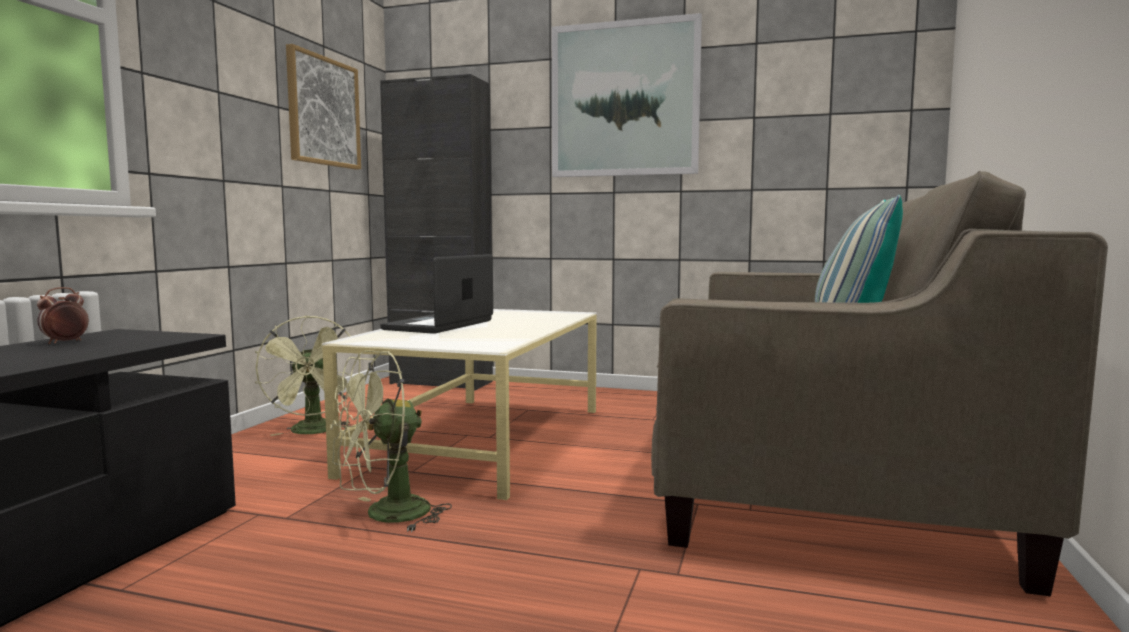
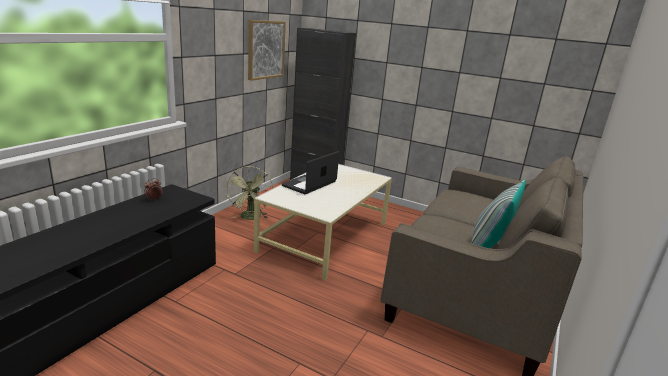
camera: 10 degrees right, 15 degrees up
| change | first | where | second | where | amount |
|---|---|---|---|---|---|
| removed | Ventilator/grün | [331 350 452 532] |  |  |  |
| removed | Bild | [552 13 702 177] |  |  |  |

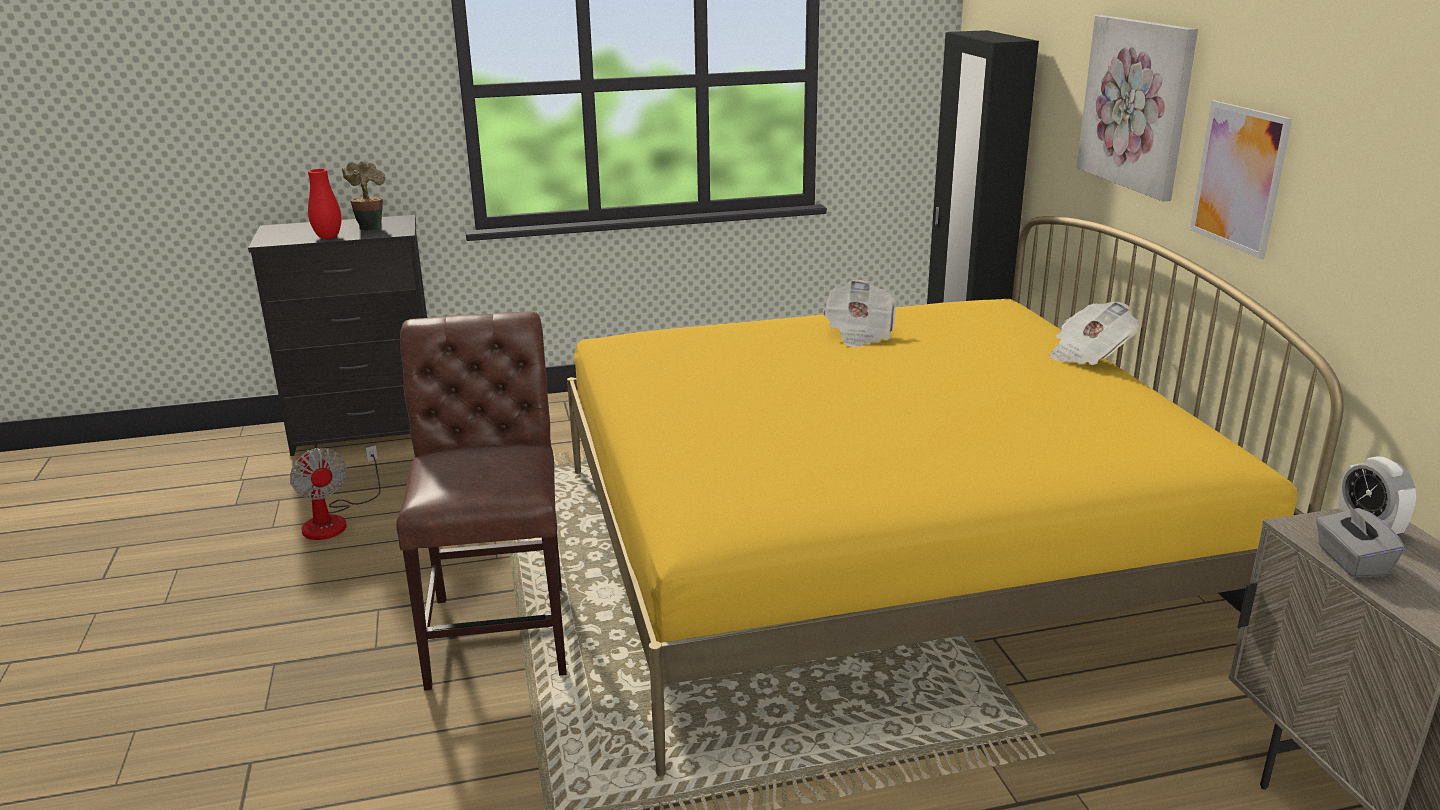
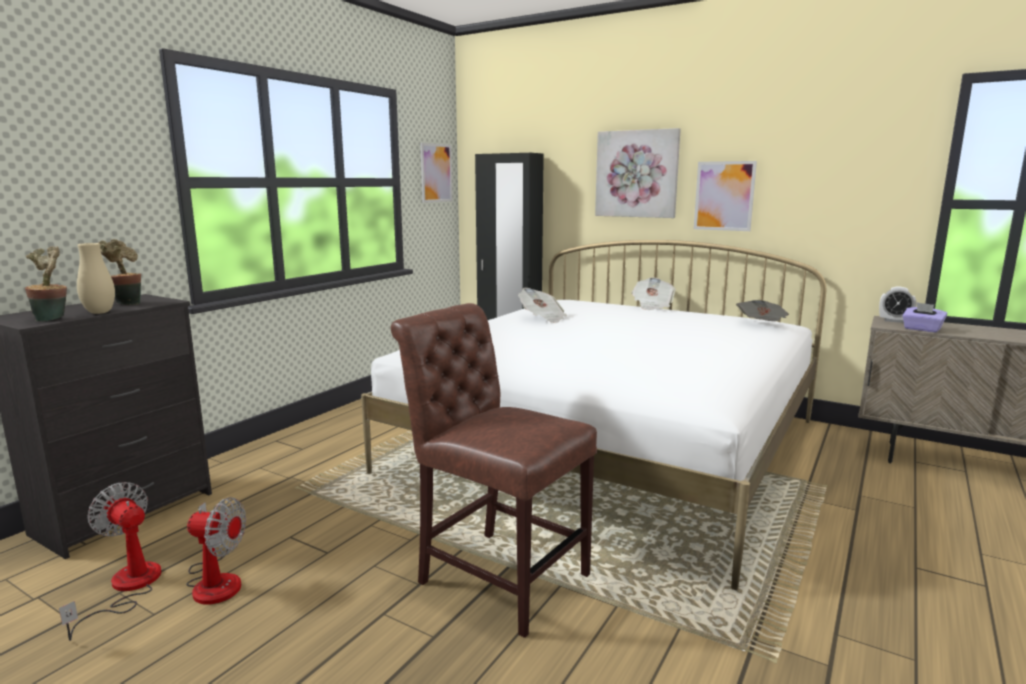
camera: 45 degrees left, 10 degrees down
| change | first | where | second | where | amount |
|---|---|---|---|---|---|
| added |  |  | Topfpflanze | [25 246 67 322] |  |
| added |  |  | Ventilator | [59 482 162 641] |  |
| recoloured | Vase/rot | [308 169 341 239] | Vase/beige | [77 243 115 314] |  |
| recoloured | Bett/gelb | [567 216 1344 776] | Bett/weiß | [361 240 826 590] |  |
| added |  |  | Bild | [420 143 452 203] |  |
| added |  |  | Zeitung | [736 300 789 321] |  |
| recoloured | Taschentuchbox/grau | [1316 504 1405 578] | Taschentuchbox/lila | [902 302 947 333] |  |

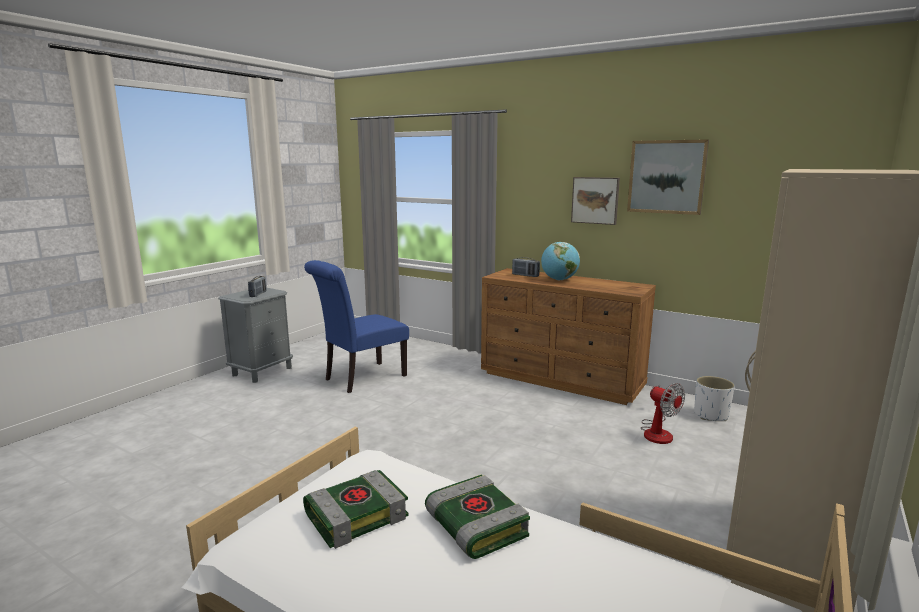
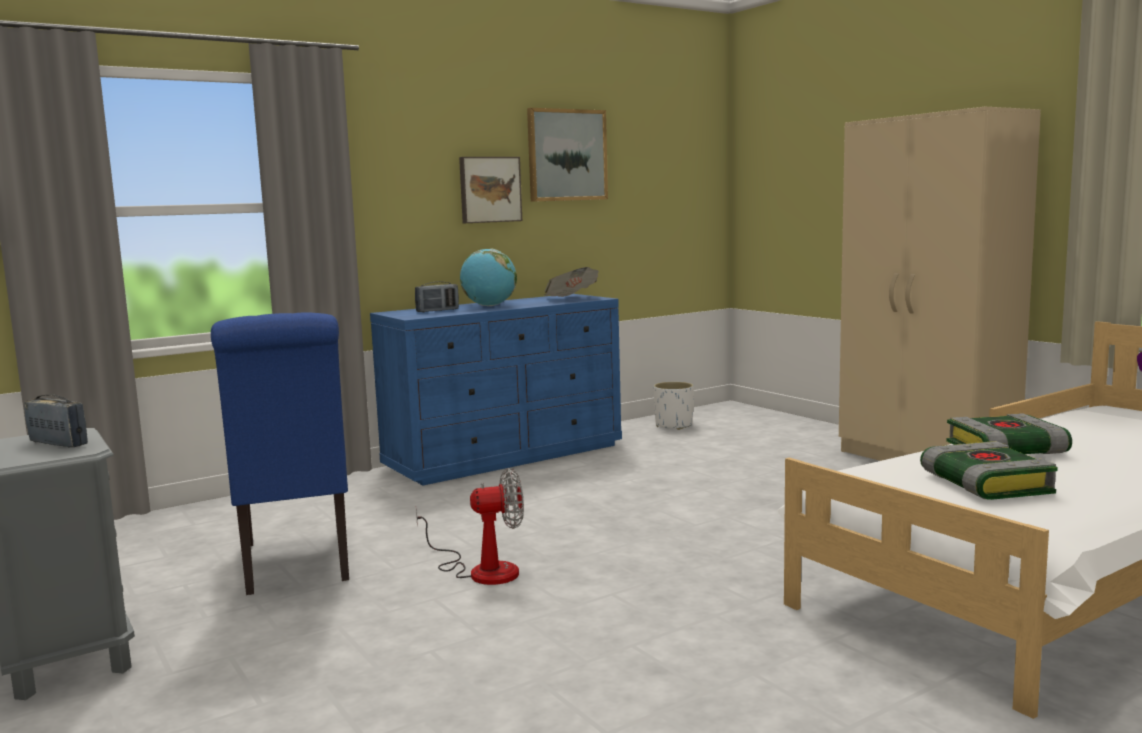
camera: 65 degrees left, 5 degrees down
| change | first | where | second | where | amount |
|---|---|---|---|---|---|
| recoloured | Kommode/braun | [481 268 656 405] | Kommode/blau | [370 294 622 485] |  |
| moved | Ventilator | [641 383 685 444] |  | [416 468 524 585] |  |
| added |  |  | Zeitung | [544 267 599 297] |  |

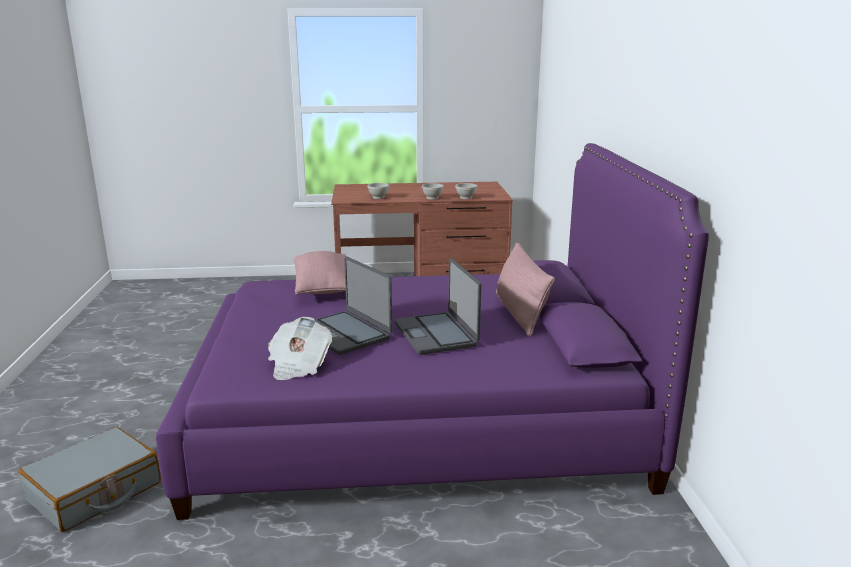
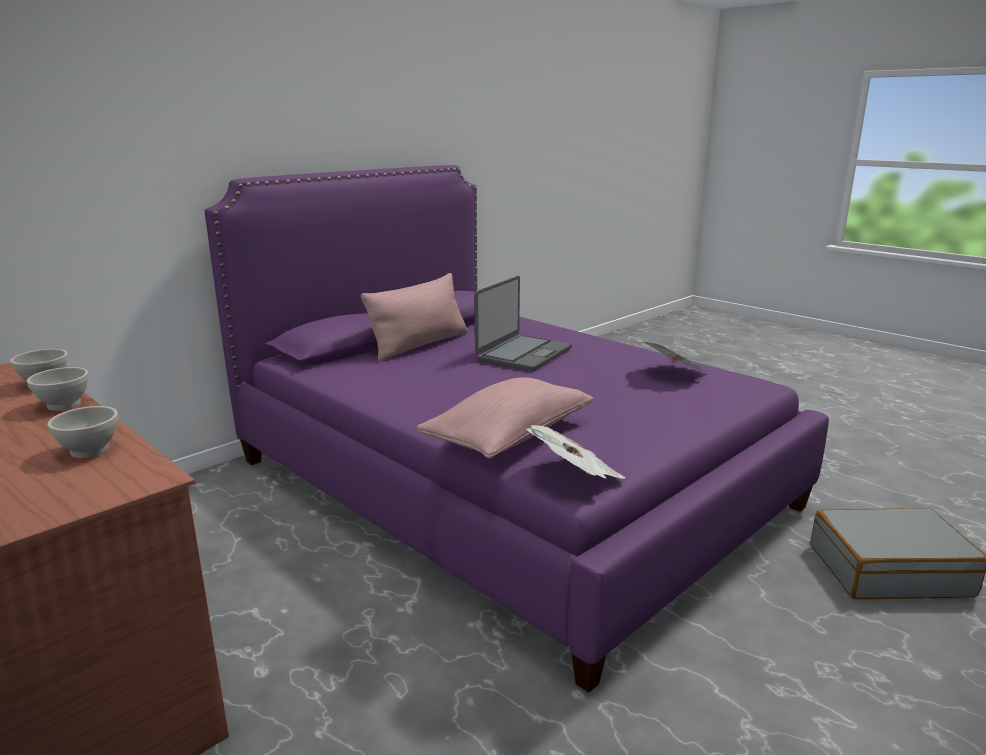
camera: 130 degrees left, 0 degrees up
| change | first | where | second | where | amount |
|---|---|---|---|---|---|
| added |  |  | Zeitung | [526 425 625 479] |  |
| removed | Laptop | [315 256 392 355] |  |  |  |

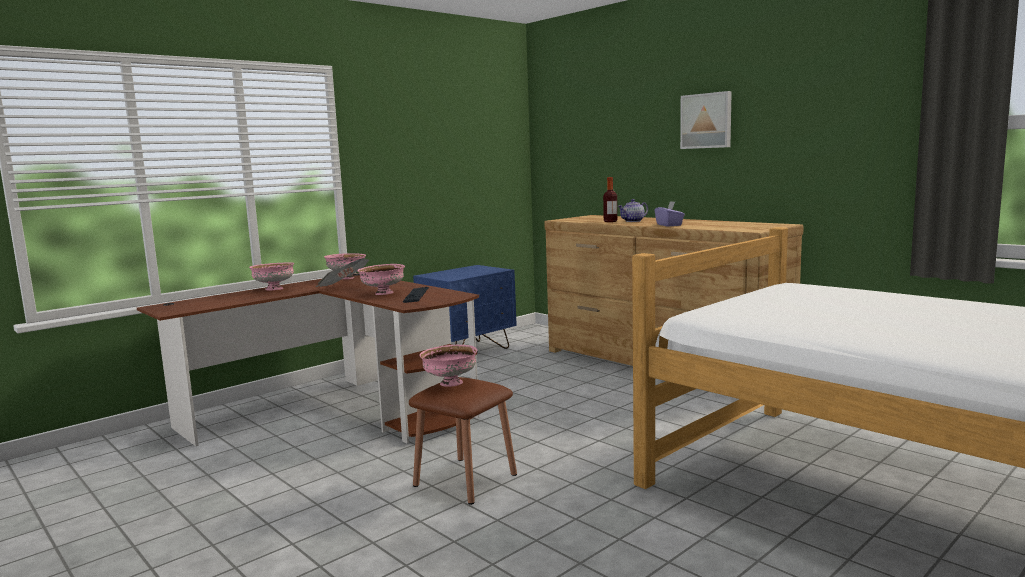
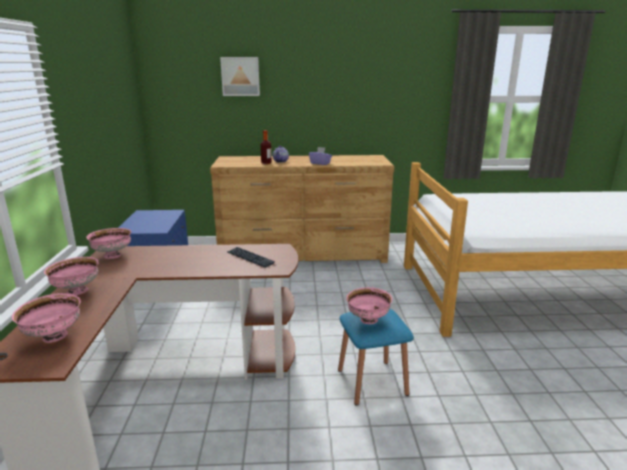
camera: 50 degrees left, 10 degrees up
| change | first | where | second | where | amount |
|---|---|---|---|---|---|
| moved | Schüssel/rosa | [357 264 405 295] |  | [12 293 81 343] |  |
| moved | Bild | [680 91 732 149] |  | [220 57 260 96] |  |
| recoloured | Hocker/braun | [409 377 517 505] | Hocker/blau | [338 309 414 406] |  |
| removed | Zeitung | [315 258 369 287] |  |  |  |

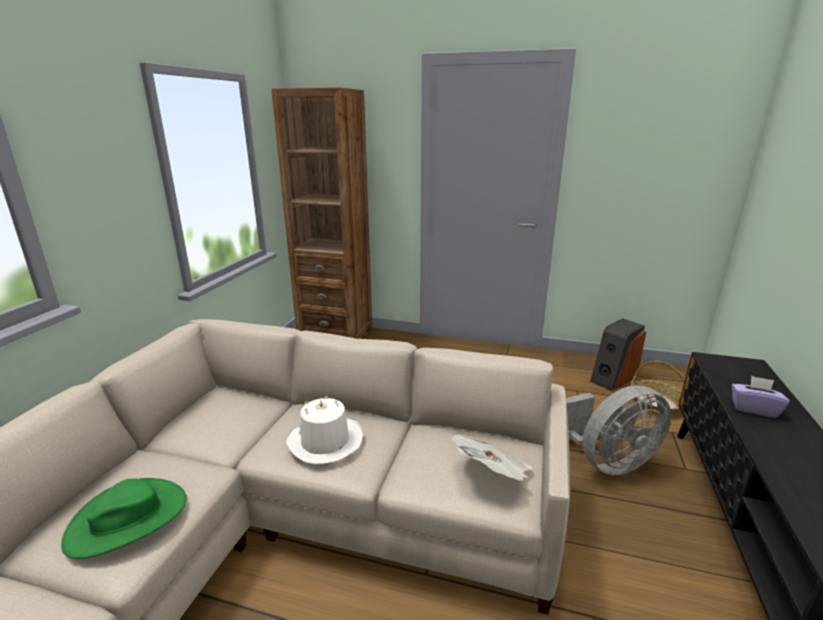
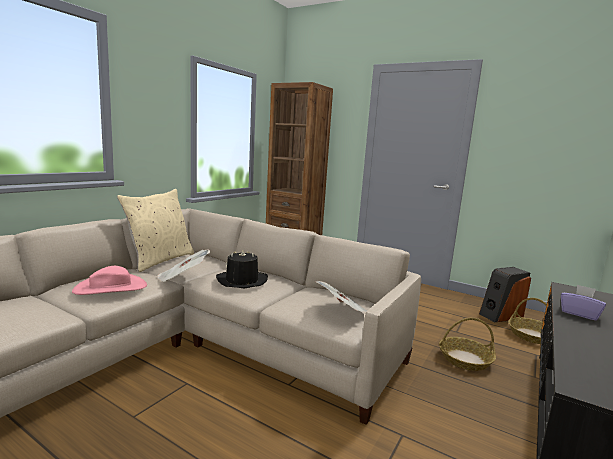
camera: 15 degrees right, 10 degrees down
| change | first | where | second | where | amount |
|---|---|---|---|---|---|
| recoloured | Hut/grün | [61 478 187 559] | Hut/rosa | [72 266 147 295] |  |
| added |  |  | Kissen/beige | [117 189 195 272] |  |
| added |  |  | Zeitung | [157 250 210 282] |  |
| recoloured | Hut/weiß | [286 396 363 464] | Hut/schwarz | [216 251 268 288] |  |
| replaced | Ventilator/grau | [566 385 671 475] | Korb | [439 318 496 371] |  |

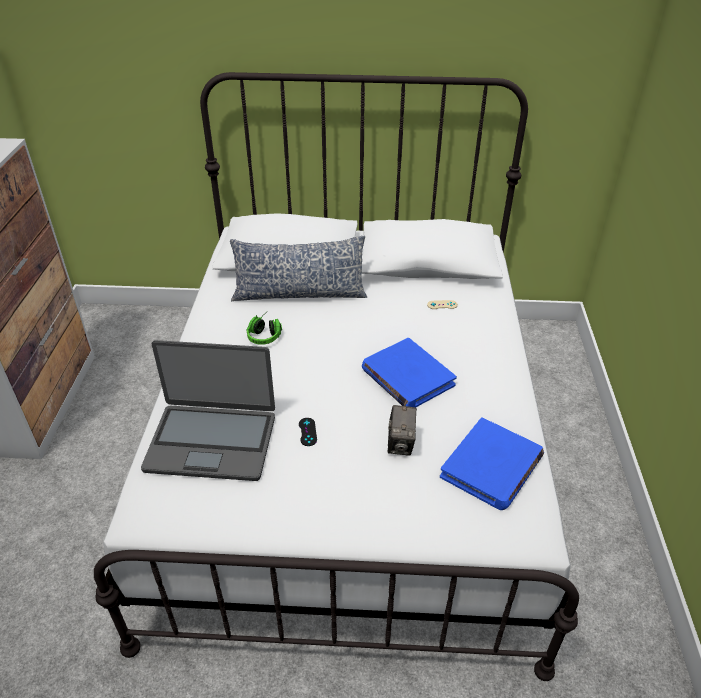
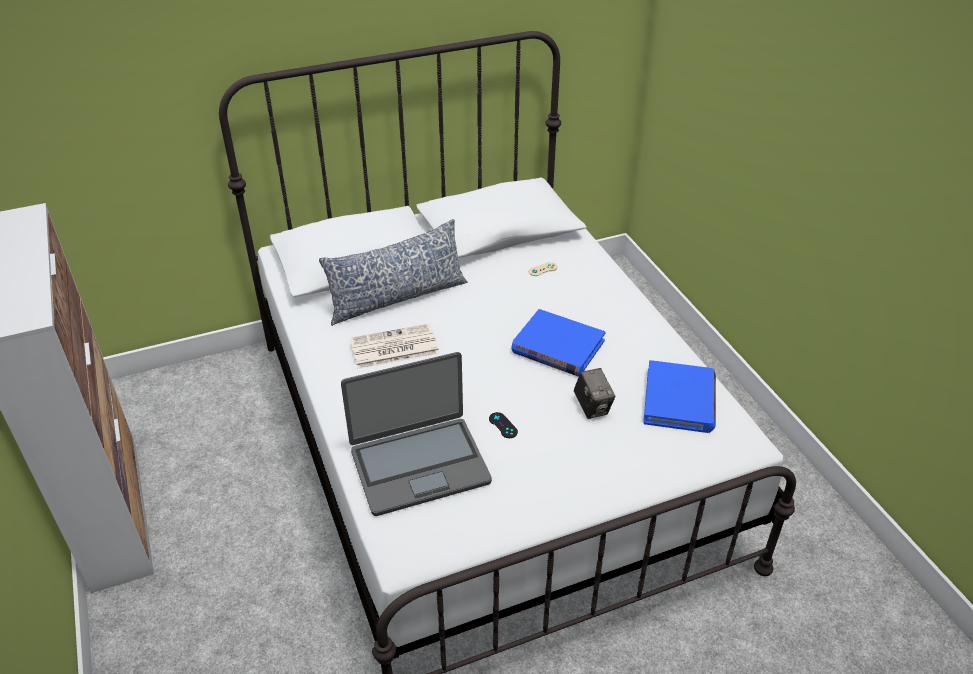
camera: 25 degrees left, 0 degrees up
| change | first | where | second | where | amount |
|---|---|---|---|---|---|
| replaced | Kopfhörer | [246 315 282 345] | Zeitung | [350 324 440 369] |  |

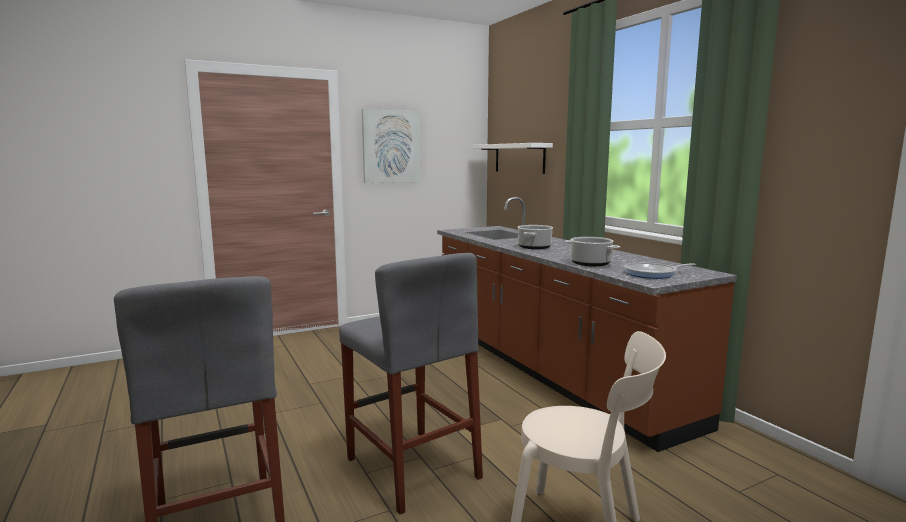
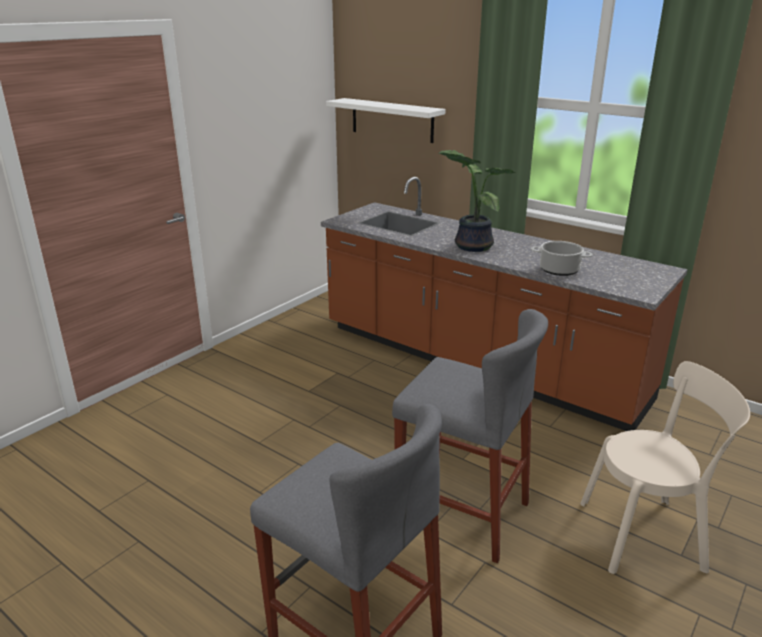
camera: 25 degrees left, 15 degrees up
| change | first | where | second | where | amount |
|---|---|---|---|---|---|
| replaced | Kochtopf | [517 225 553 249] | Topfpflanze | [439 150 515 252] |  |
| removed | Bild | [362 109 420 183] |  |  |  |
| removed | Pfanne | [625 263 696 279] |  |  |  |

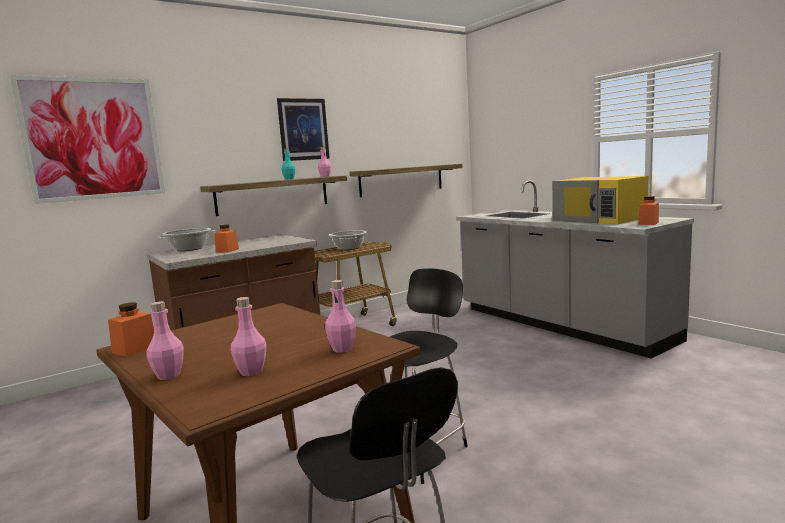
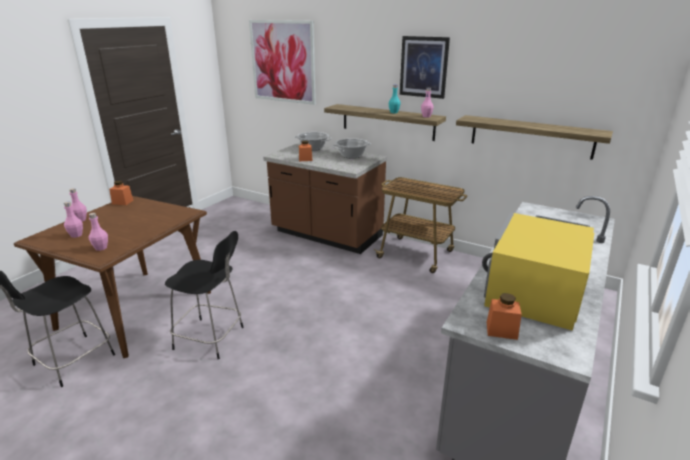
camera: 65 degrees right, 15 degrees up
| change | first | where | second | where | amount |
|---|---|---|---|---|---|
| moved | Kochtopf | [329 230 367 250] |  | [332 138 371 158] |  |

